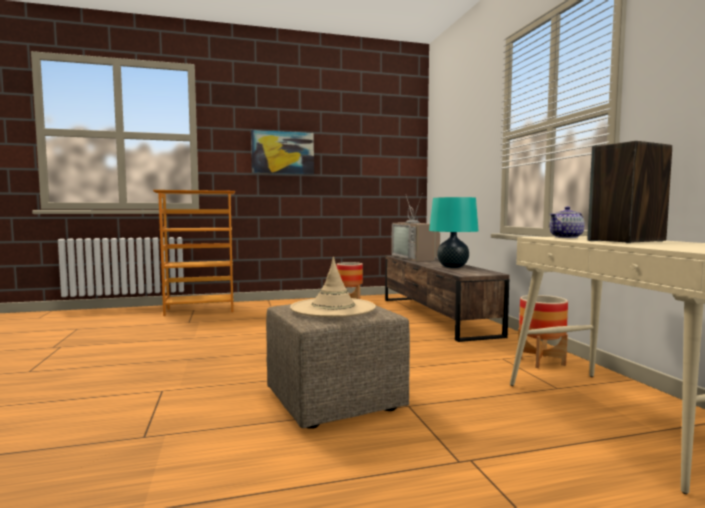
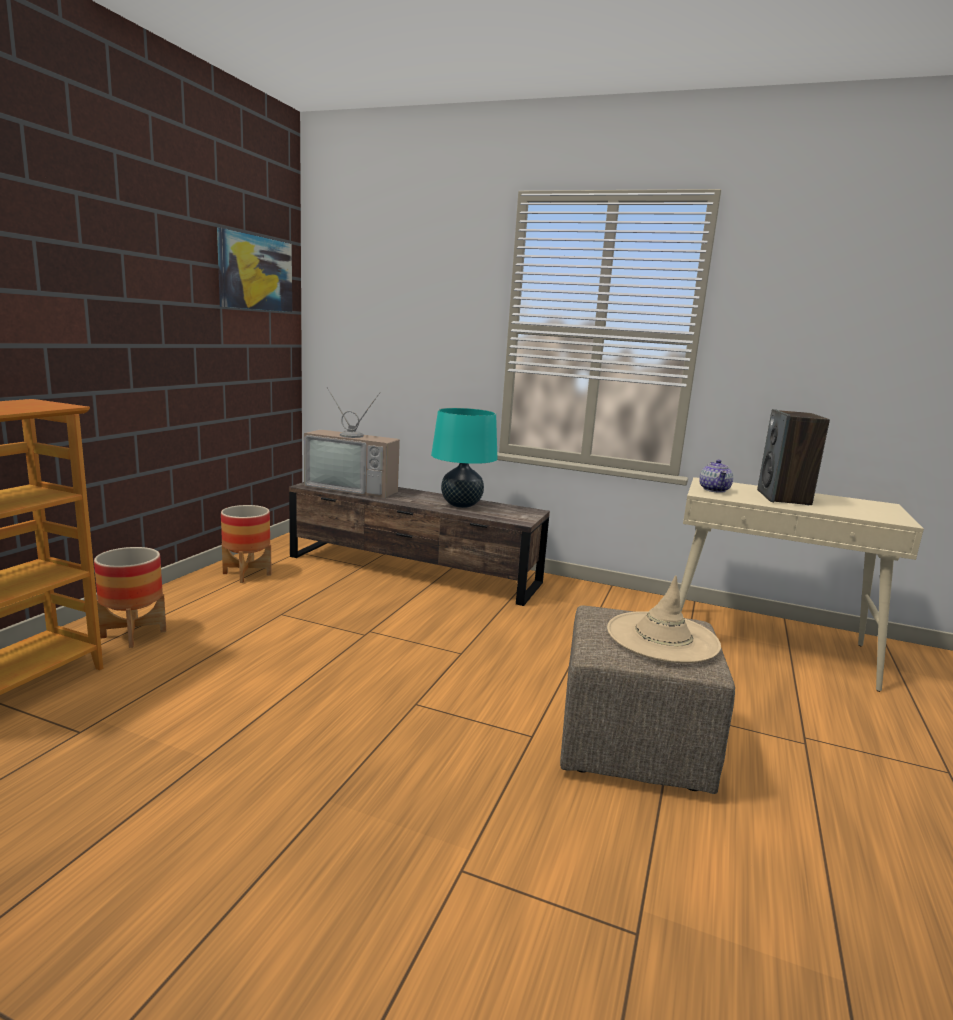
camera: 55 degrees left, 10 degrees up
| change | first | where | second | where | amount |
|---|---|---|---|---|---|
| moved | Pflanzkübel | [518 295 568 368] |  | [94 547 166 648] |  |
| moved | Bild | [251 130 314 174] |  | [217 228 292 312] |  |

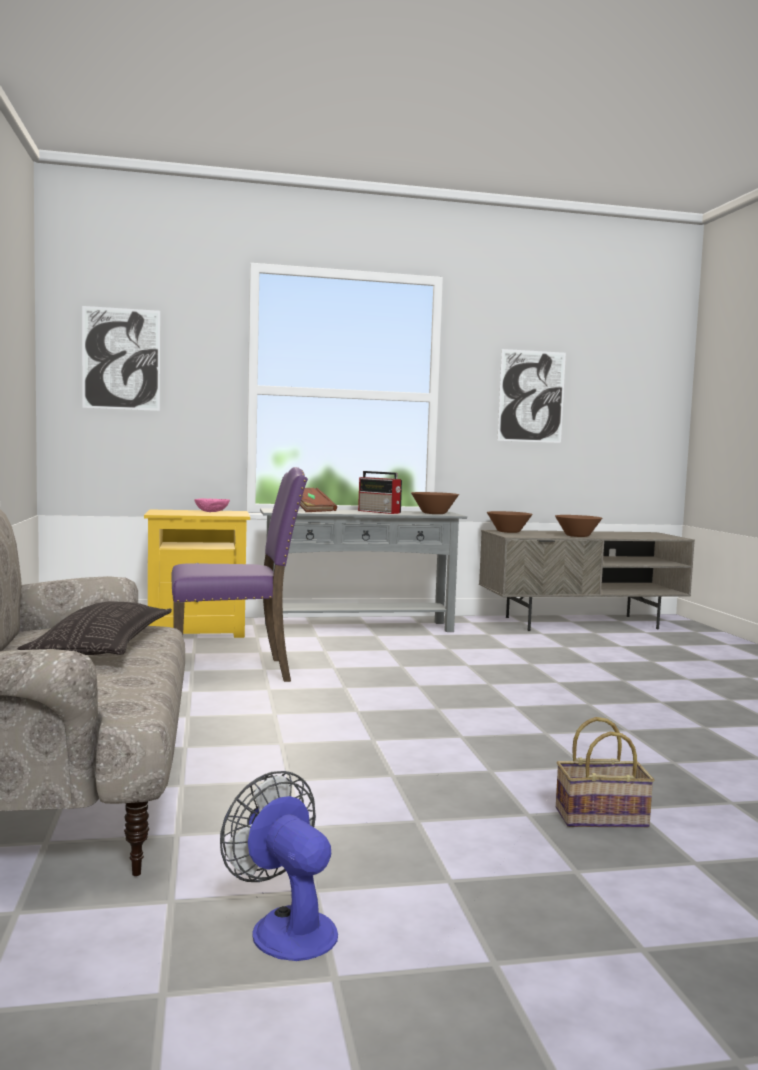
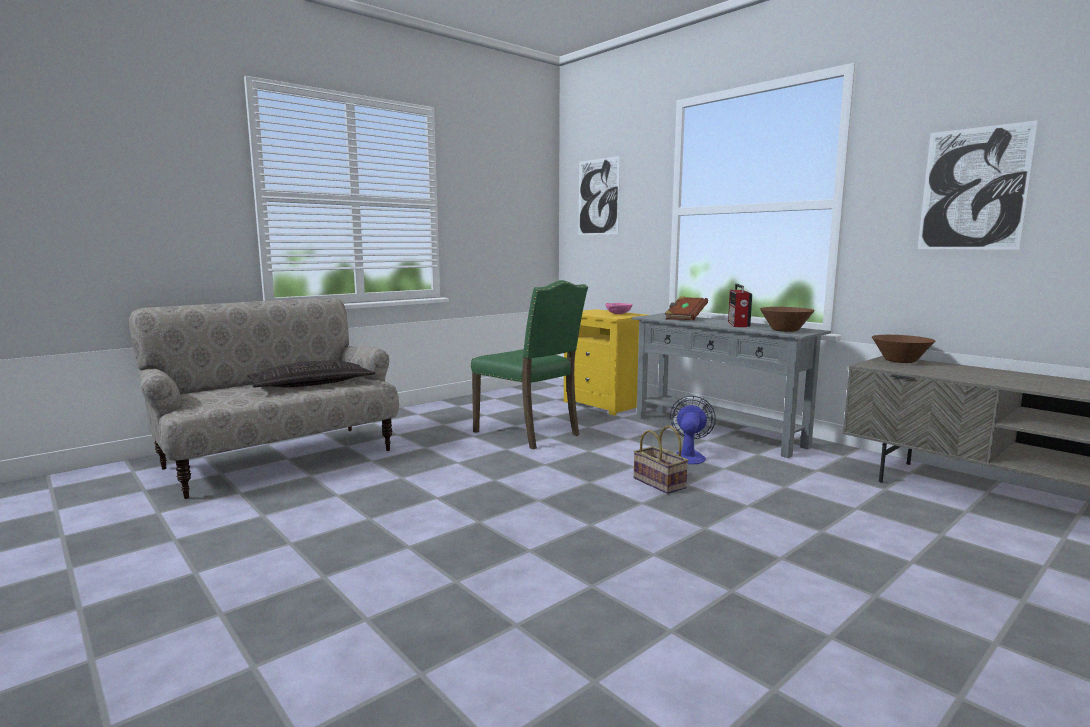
camera: 60 degrees right, 5 degrees up
| change | first | where | second | where | amount |
|---|---|---|---|---|---|
| recoloured | Stuhl/lila | [171 467 308 682] | Stuhl/grün | [471 280 588 449] |  |
| moved | Korb | [556 717 654 827] |  | [633 426 689 494] |  |
| moved | Ventilator | [220 771 338 961] |  | [670 396 716 464] |  |
| removed | Schüssel/braun | [555 515 602 537] |  |  |  |

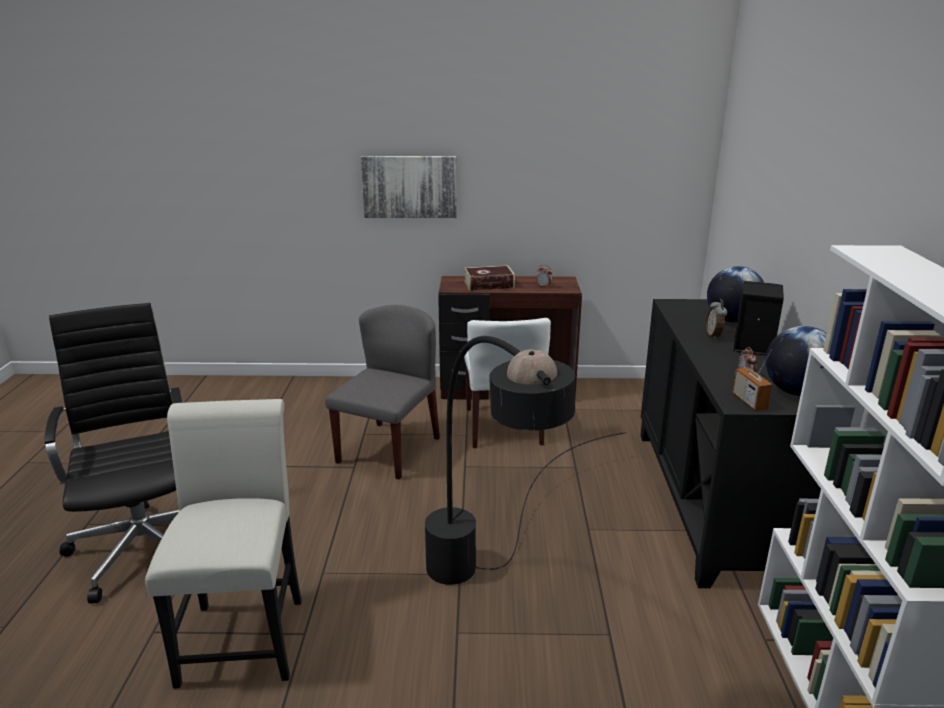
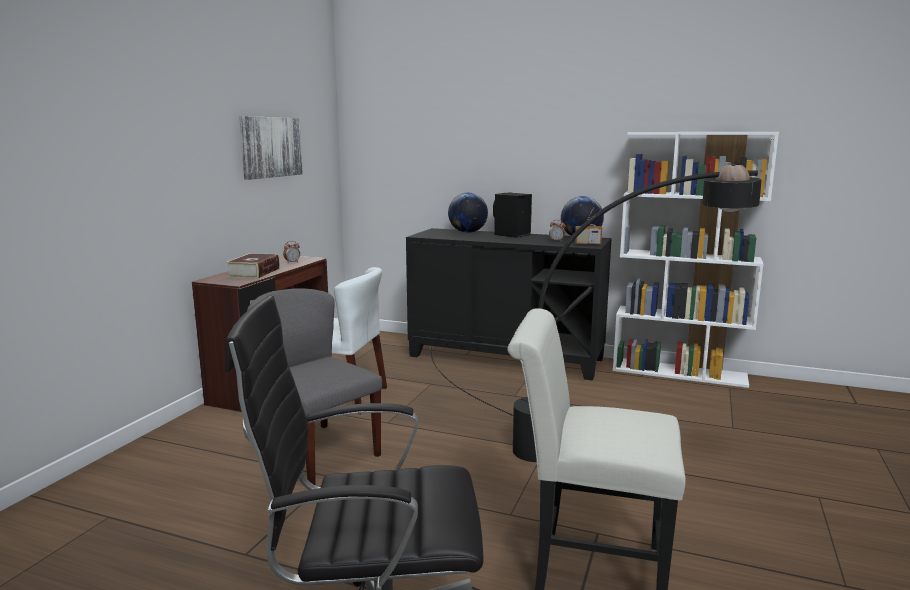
camera: 70 degrees left, 10 degrees down
| change | first | where | second | where | amount |
|---|---|---|---|---|---|
| moved | Bild | [361 156 457 218] |  | [239 116 303 180] |  |
| removed | Wecker | [706 299 727 340] |  |  |  |

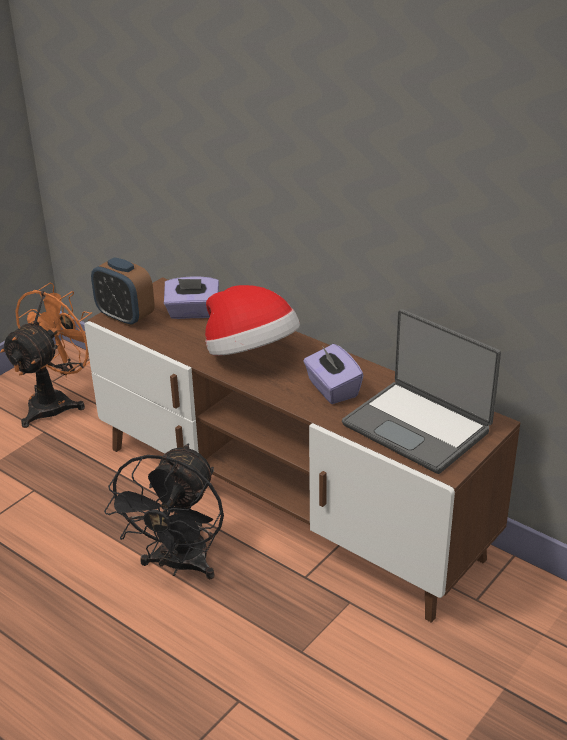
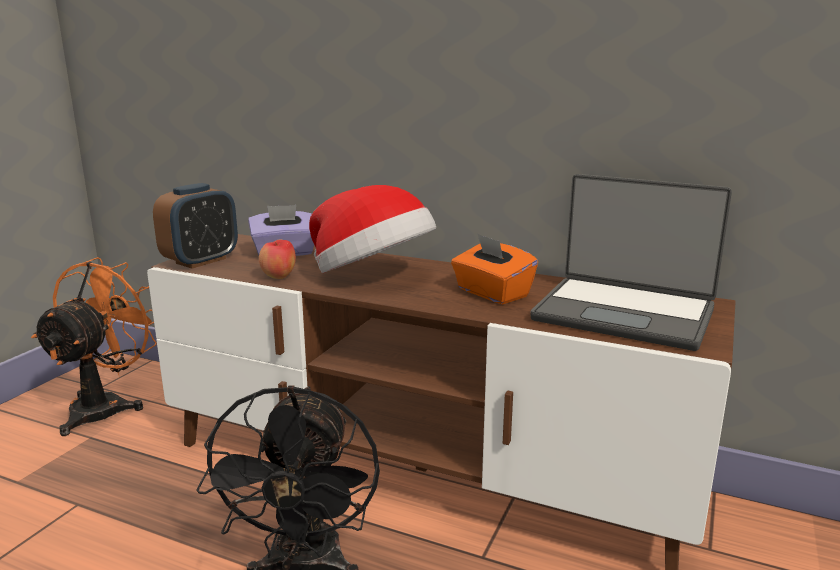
camera: 15 degrees left, 15 degrees down
| change | first | where | second | where | amount |
|---|---|---|---|---|---|
| turned | Wecker | [91 257 155 327] |  | [153 183 238 269] | 75 degrees counterclockwise |
| added |  |  | Apfel | [259 239 296 279] |  |
| recoloured | Taschentuchbox/lila | [303 344 364 404] | Taschentuchbox/orange | [451 233 538 304] |  |

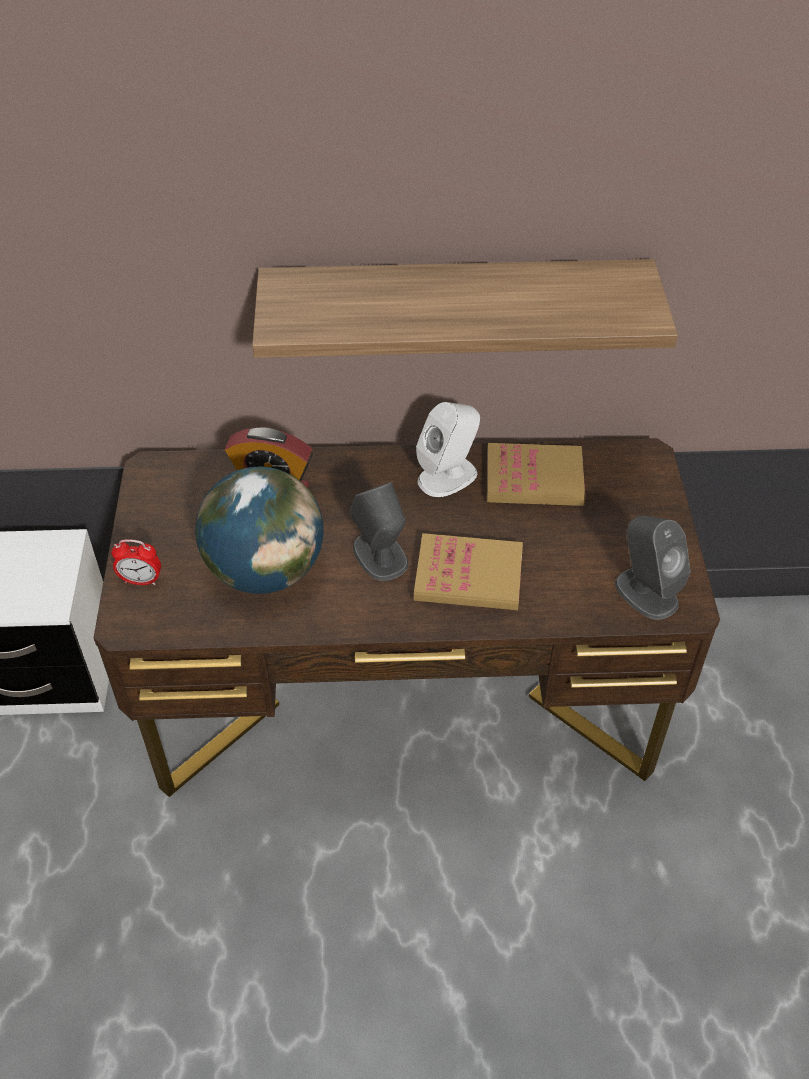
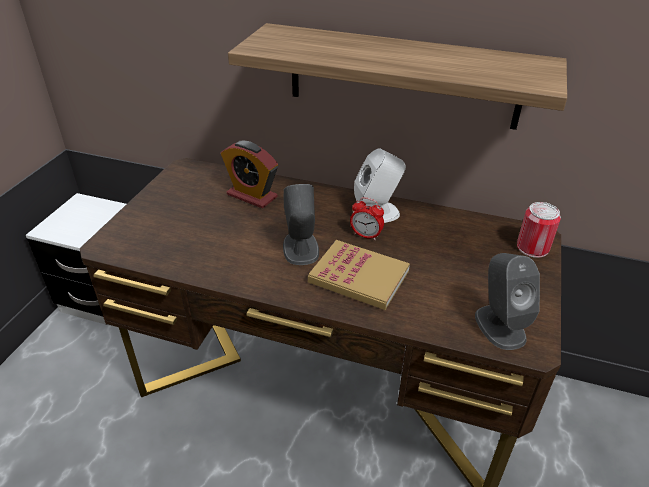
camera: 20 degrees right, 10 degrees down
| change | first | where | second | where | amount |
|---|---|---|---|---|---|
| moved | Wecker | [111 539 161 585] |  | [350 197 384 240] |  |
| added |  |  | Dose | [517 202 561 258] |  |
| removed | Globus | [195 467 323 594] |  |  |  |
| removed | Buch | [487 443 585 506] |  |  |  |

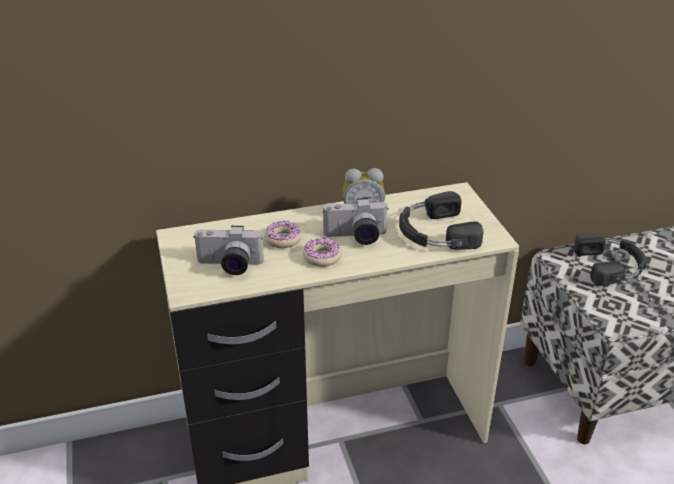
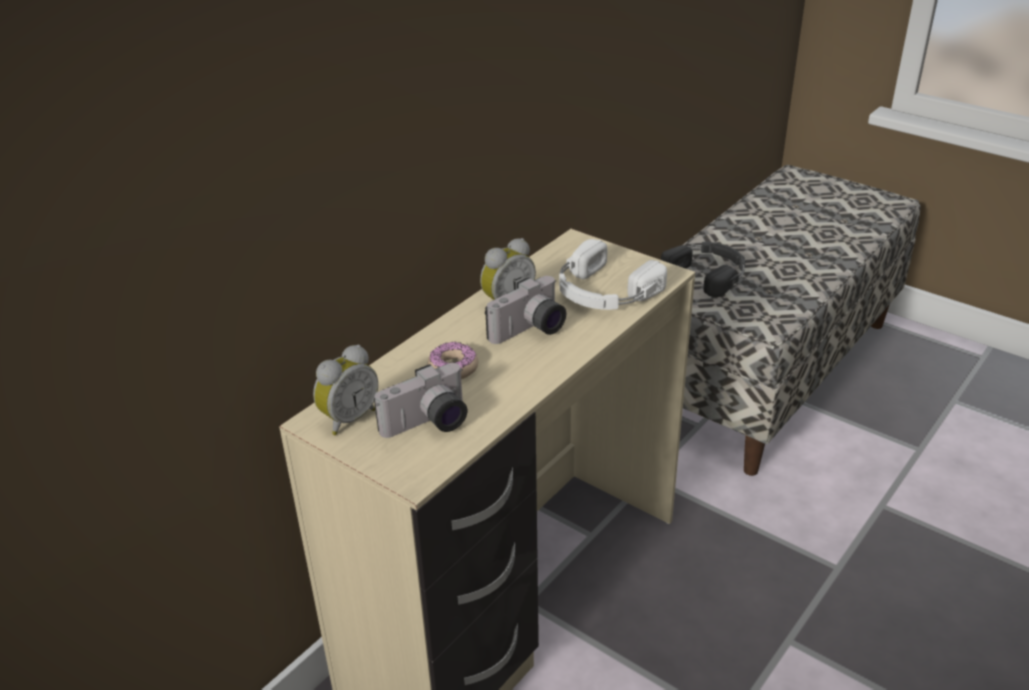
camera: 35 degrees left, 0 degrees up
| change | first | where | second | where | amount |
|---|---|---|---|---|---|
| added |  |  | Wecker | [313 345 378 435] |  |
| recoloured | Kopfhörer/schwarz | [399 191 483 250] | Kopfhörer/weiß | [559 239 667 310] |  |
| removed | Donut | [303 238 342 267] |  |  |  |

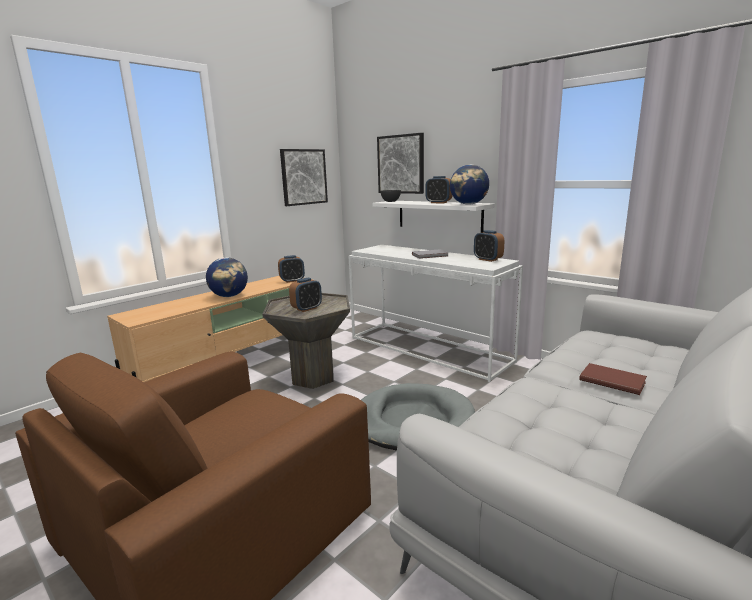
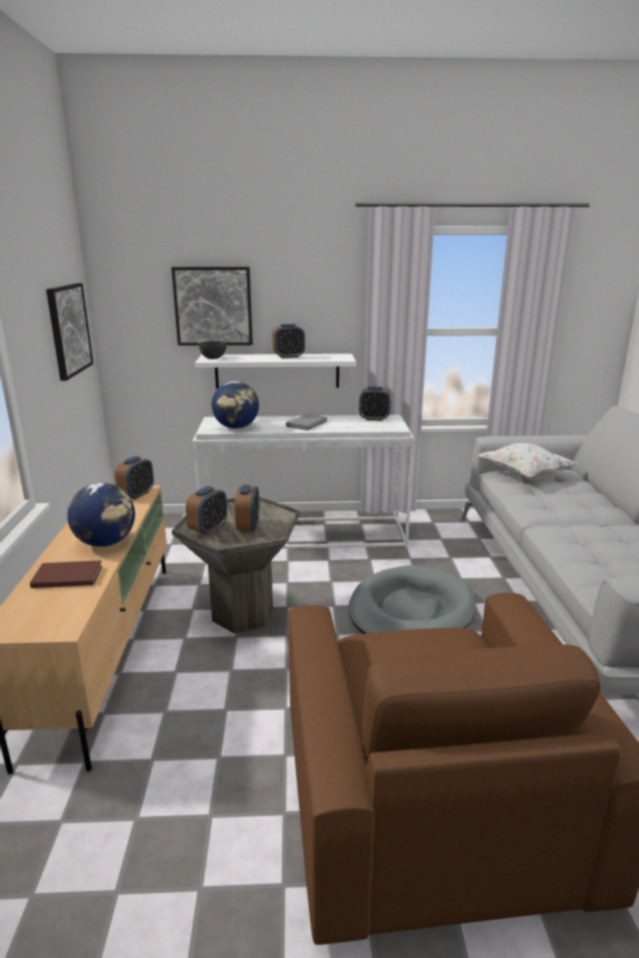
camera: 45 degrees left, 5 degrees up
| change | first | where | second | where | amount |
|---|---|---|---|---|---|
| moved | Buch/braun | [579 363 647 395] |  | [30 560 102 588] |  |
| added |  |  | Wecker | [186 486 227 535] |  |
| moved | Globus | [450 165 489 205] |  | [212 381 259 429] |  |
| added |  |  | Kissen/weiß | [478 443 578 479] |  |

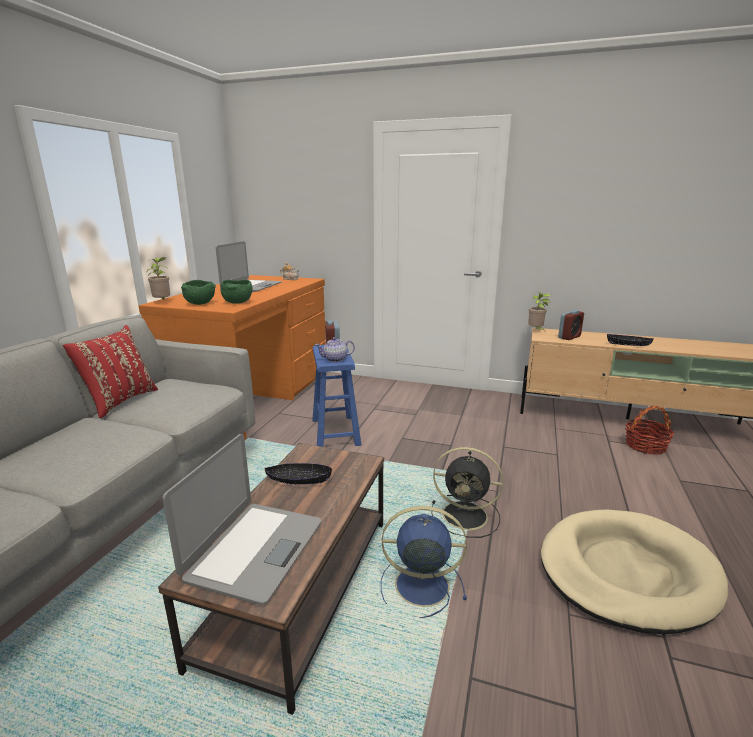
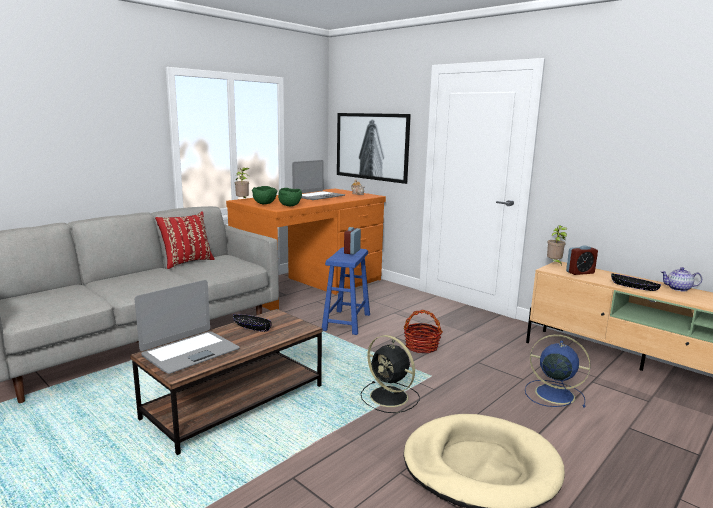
camera: 25 degrees right, 5 degrees down
| change | first | where | second | where | amount |
|---|---|---|---|---|---|
| added |  |  | Bild | [337 113 411 184] |  |
| moved | Korb | [625 406 675 455] |  | [404 310 443 353] |  |
| moved | Ventilator/blau | [381 506 467 618] |  | [525 334 591 407] |  |
| moved | Teekanne | [315 337 355 362] |  | [660 267 702 291] |  |

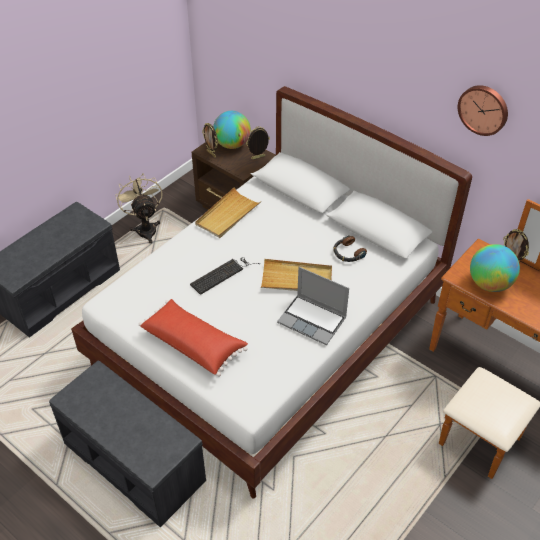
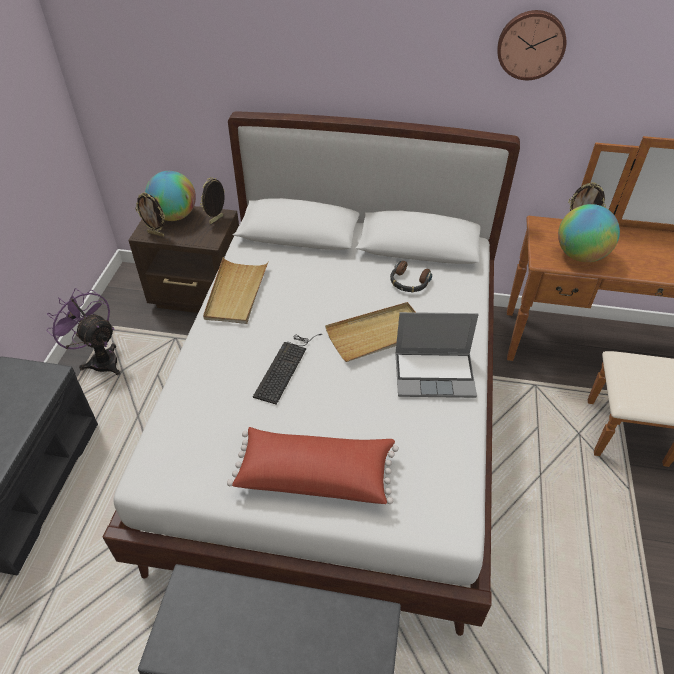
camera: 30 degrees left, 0 degrees up
| change | first | where | second | where | amount |
|---|---|---|---|---|---|
| recoloured | Ventilator/beige | [115 173 162 244] | Ventilator/lila | [46 288 121 375] |  |

